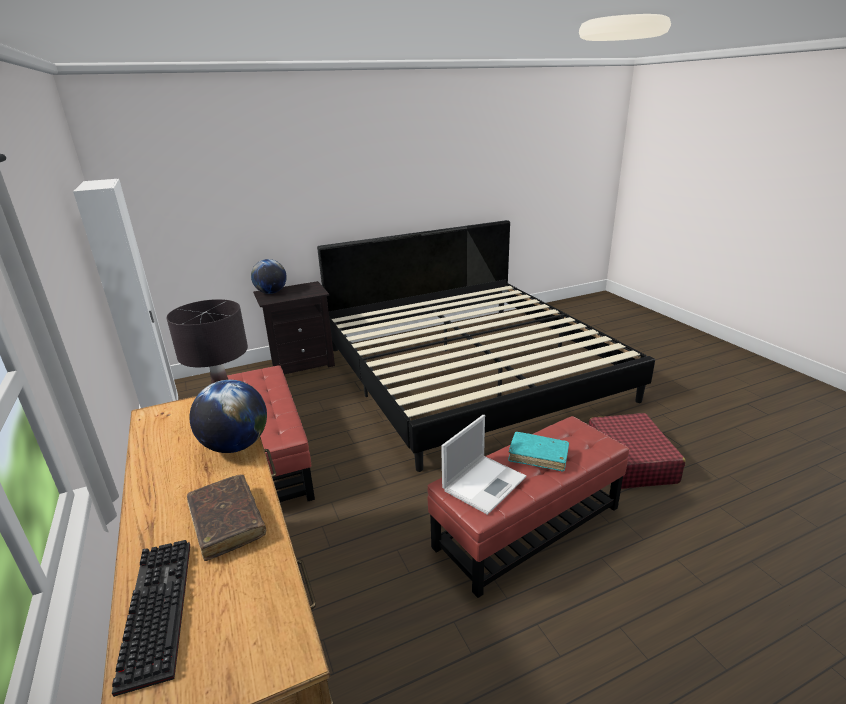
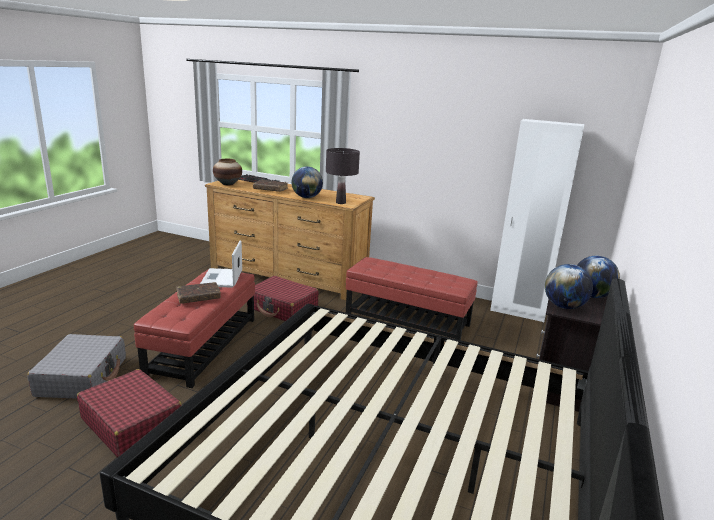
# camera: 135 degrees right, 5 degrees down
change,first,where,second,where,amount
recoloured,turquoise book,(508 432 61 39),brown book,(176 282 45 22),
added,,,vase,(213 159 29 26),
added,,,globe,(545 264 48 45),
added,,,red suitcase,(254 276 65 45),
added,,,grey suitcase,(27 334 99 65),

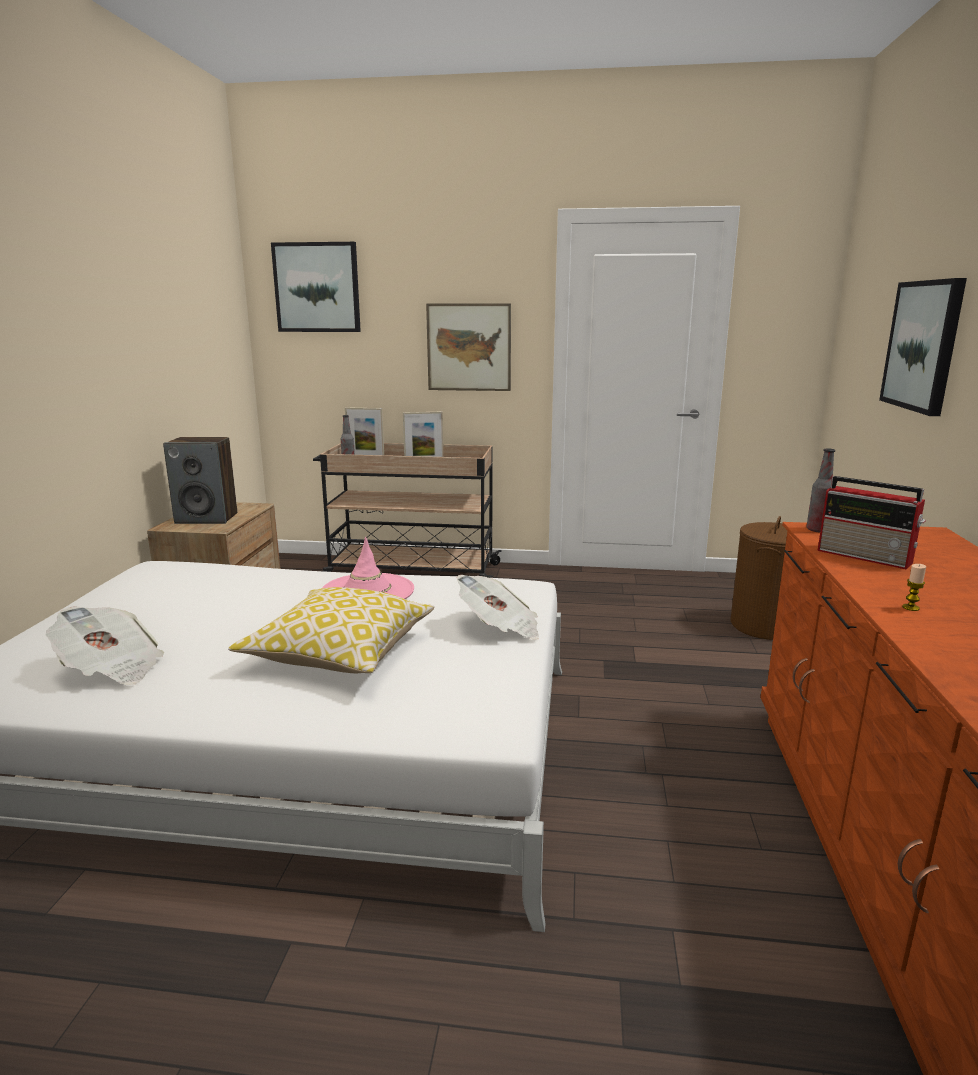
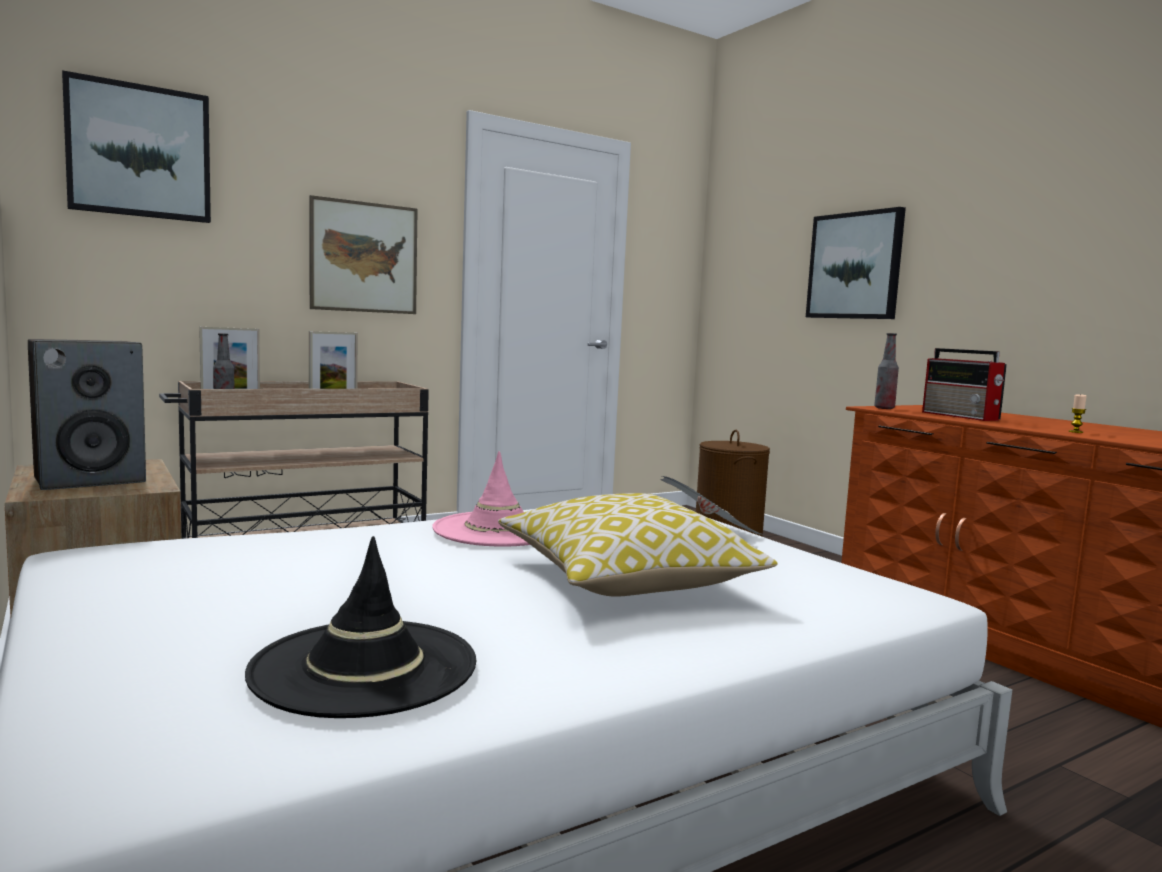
# camera: 40 degrees left, 10 degrees down
change,first,where,second,where,amount
turned,radio,(818 476 108 94),,(922 348 85 73),60 degrees clockwise
replaced,newspaper,(46 606 118 79),black hat,(245 536 231 182),

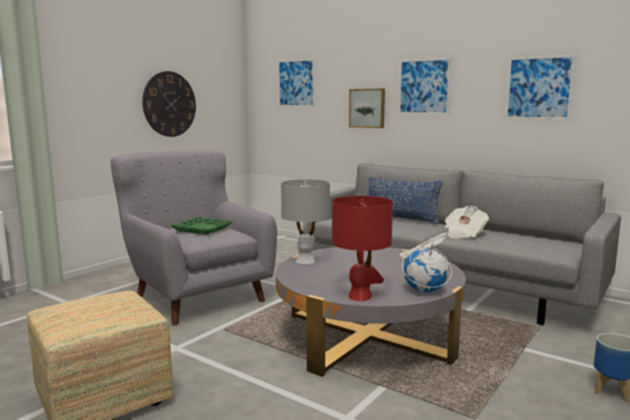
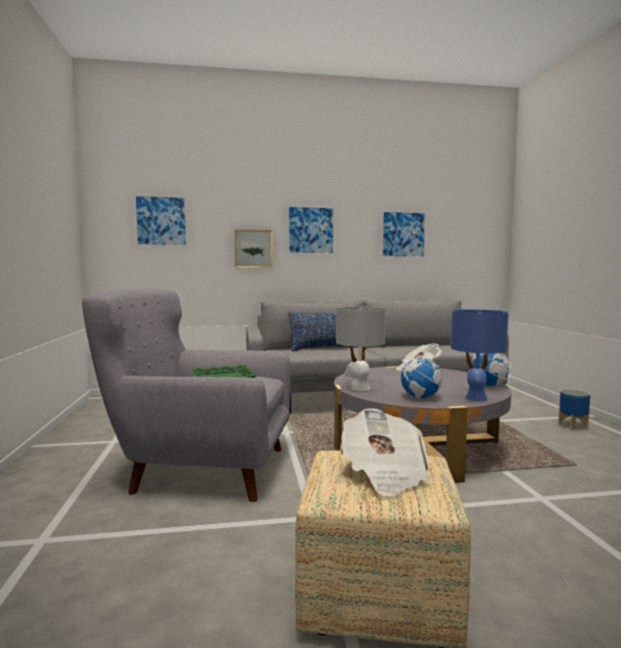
# camera: 45 degrees left, 5 degrees down
change,first,where,second,where,amount
removed,wall clock,(142 71 54 66),,,
recoloured,red table lamp,(332 196 61 105),blue table lamp,(451 310 58 91),
moved,newspaper,(445 206 44 32),,(340 408 91 89),
added,,,globe,(401 346 42 53),

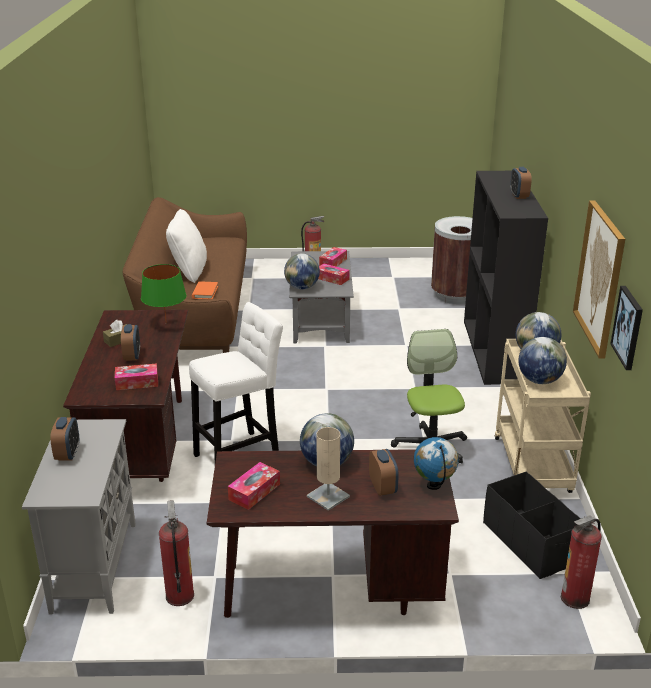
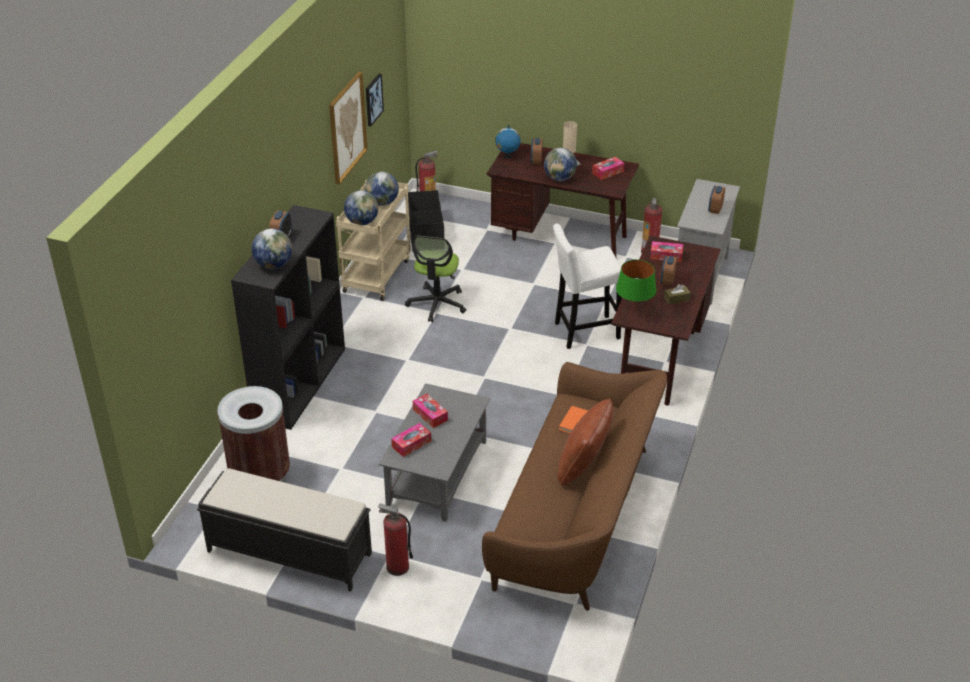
# camera: 160 degrees left, 10 degrees up
change,first,where,second,where,amount
recoloured,white pillow,(166 209 41 74),brown pillow,(558 399 55 86),
moved,globe,(284 253 36 36),,(252 229 40 40),
added,,,black bench,(197 468 175 124),

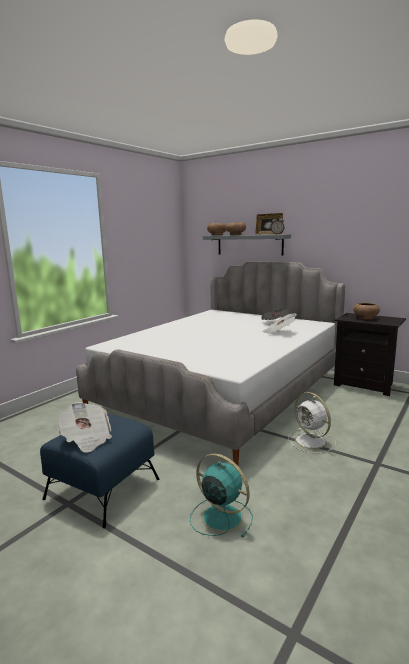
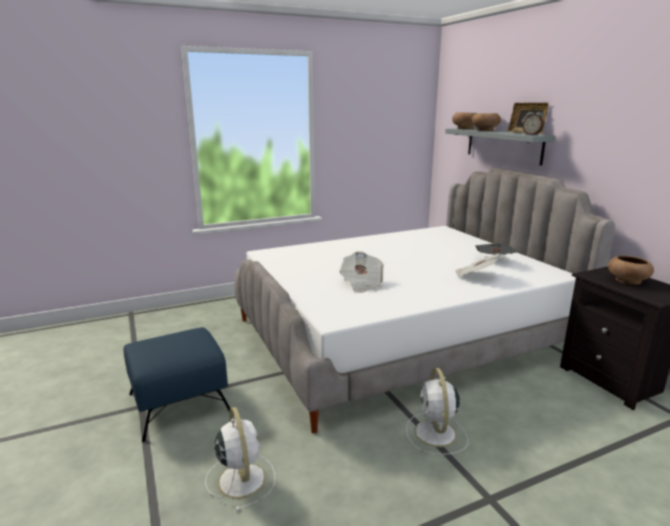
# camera: 30 degrees right, 5 degrees up
change,first,where,second,where,amount
moved,newspaper,(59 402 53 51),,(340 251 44 42),
recoloured,turquoise fan,(190 453 63 85),white fan,(205 407 70 104),

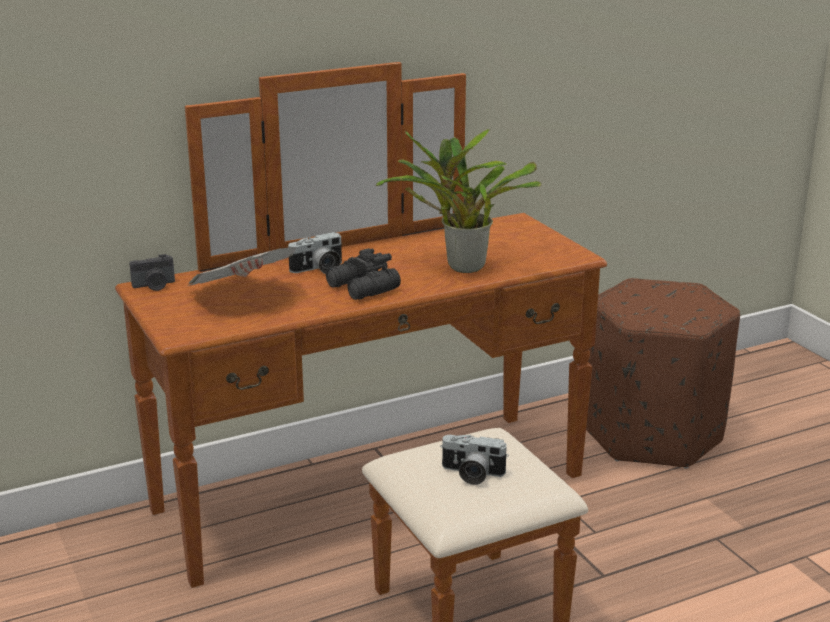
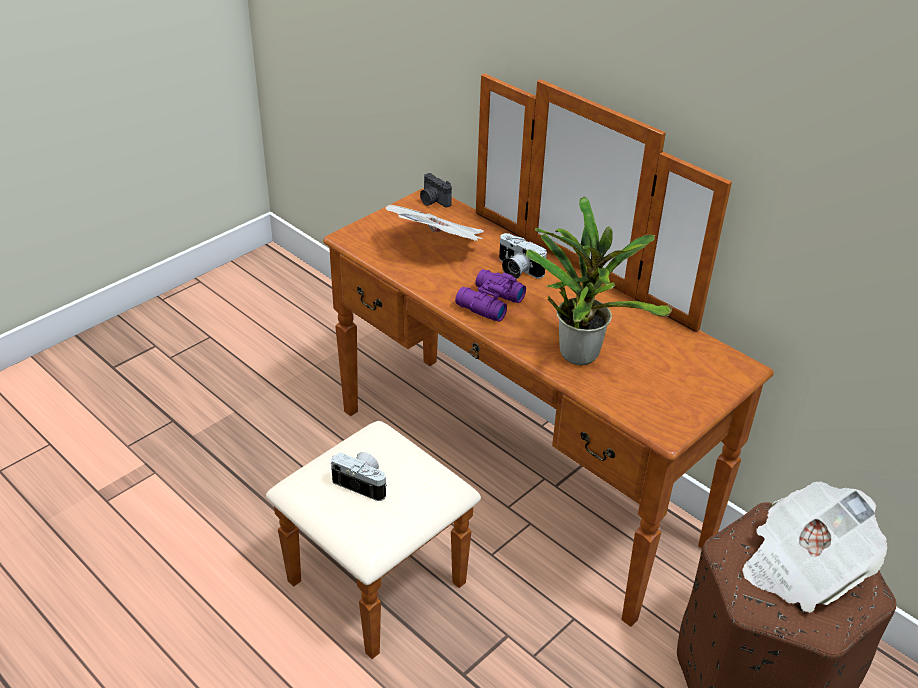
# camera: 70 degrees right, 15 degrees up
change,first,where,second,where,amount
recoloured,black binoculars,(326 248 75 52),purple binoculars,(455 269 71 53),
turned,photo camera,(440 435 69 50),,(331 452 56 49),120 degrees clockwise
added,,,newspaper,(742 481 145 132),

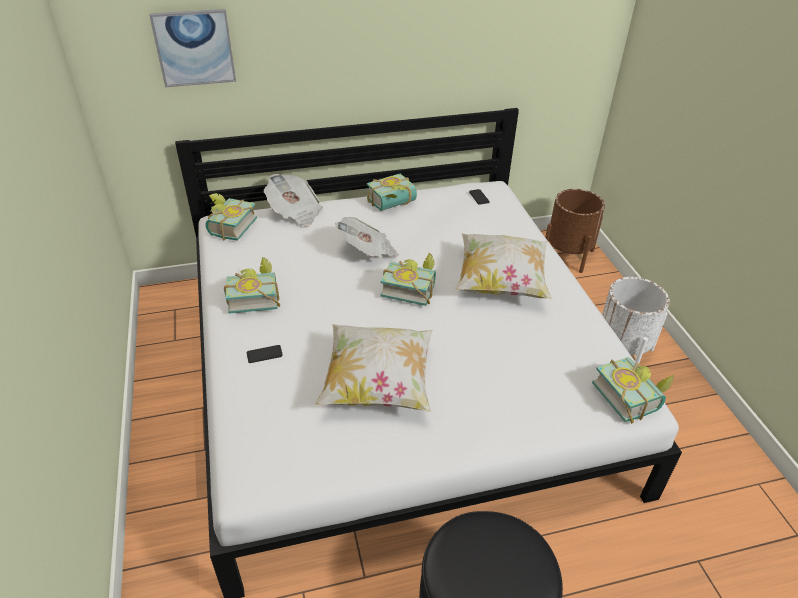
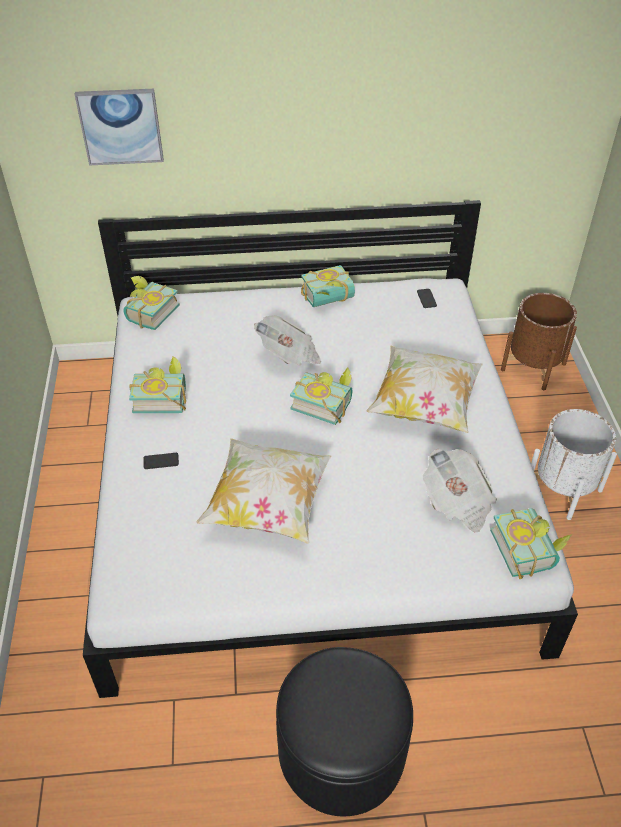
# camera: 10 degrees right, 5 degrees up
change,first,where,second,where,amount
moved,newspaper,(264 174 59 53),,(423 449 74 83),

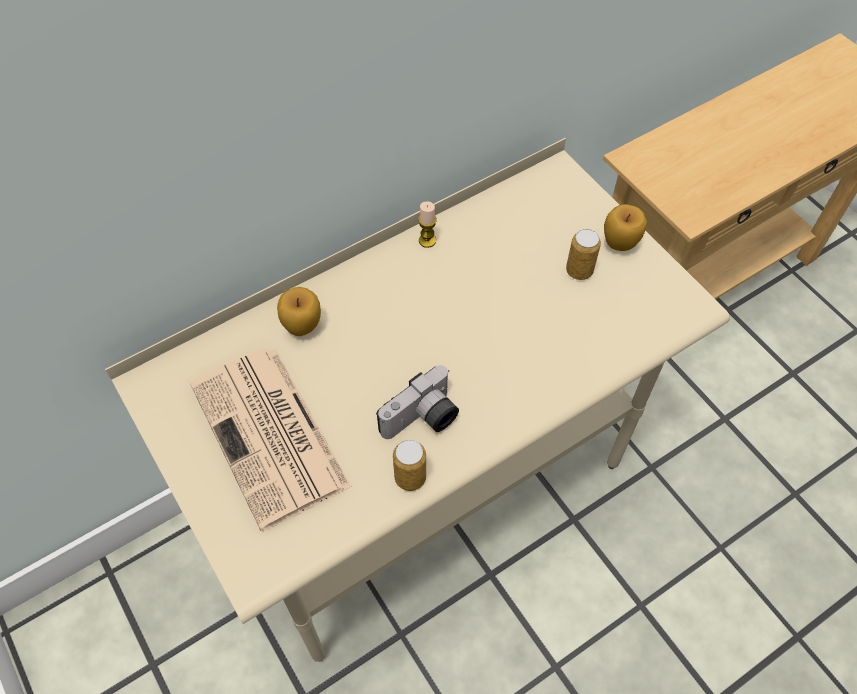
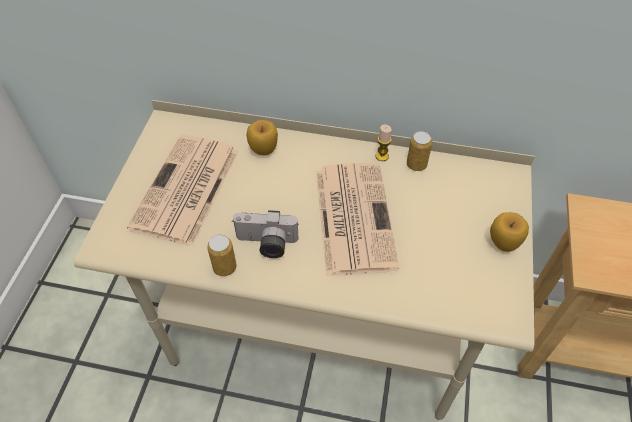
# camera: 45 degrees right, 5 degrees down
change,first,where,second,where,amount
moved,can,(566 229 35 51),,(407 131 25 40),
added,,,newspaper,(316 163 83 113),

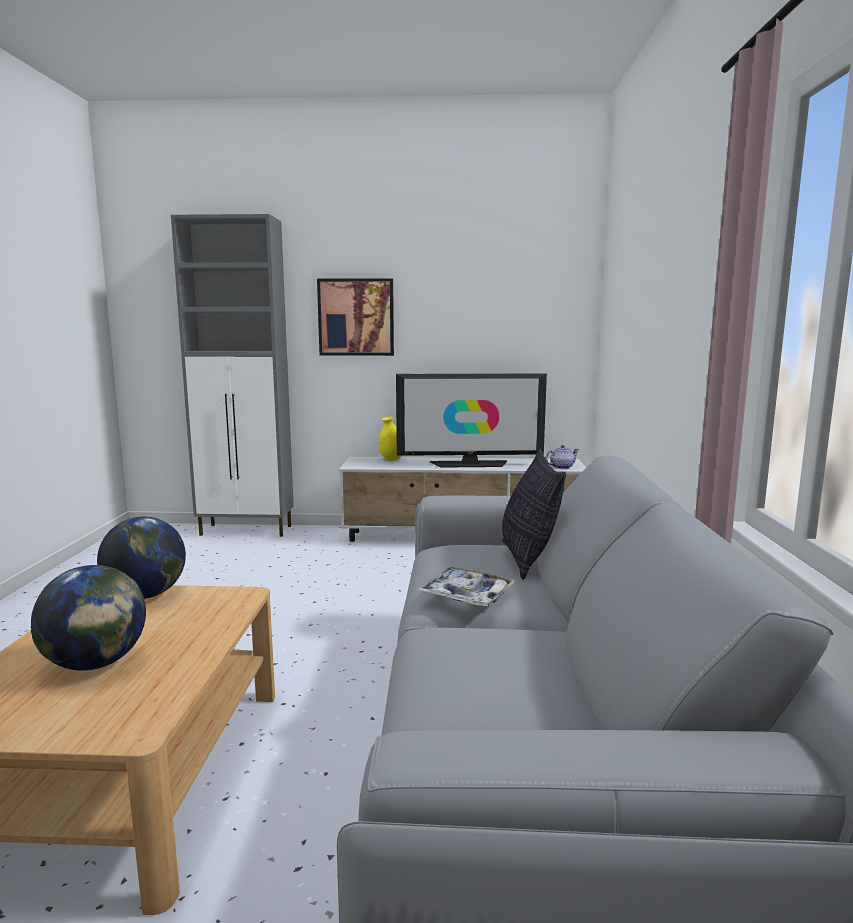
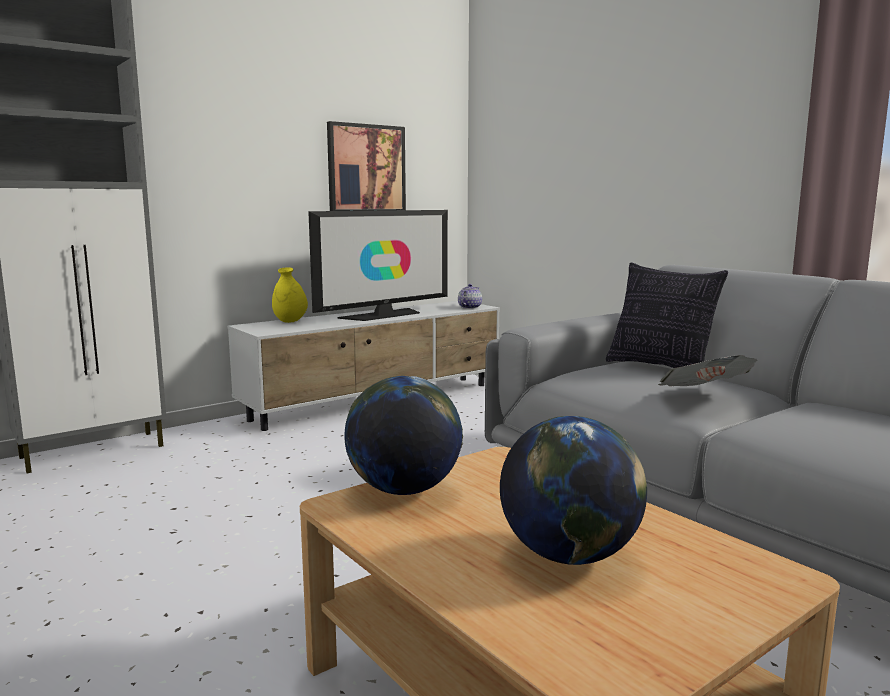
# camera: 40 degrees left, 0 degrees up
change,first,where,second,where,amount
moved,picture,(317 278 77 78),,(327 121 79 90),
replaced,tray,(417 567 99 39),newspaper,(658 355 100 31),

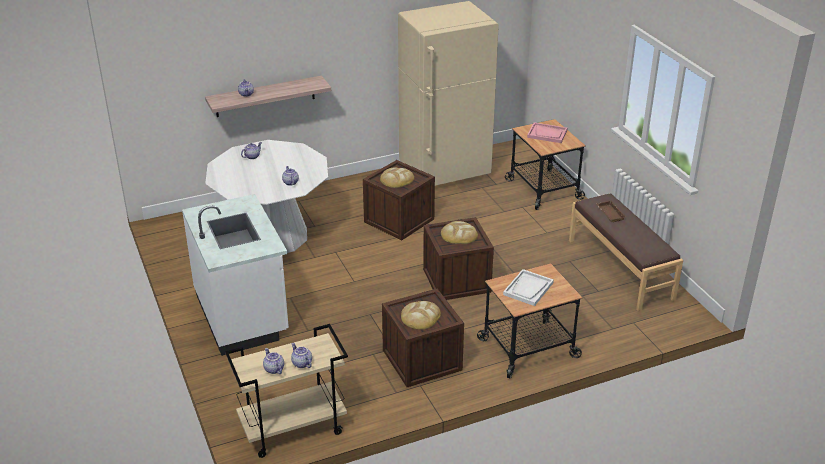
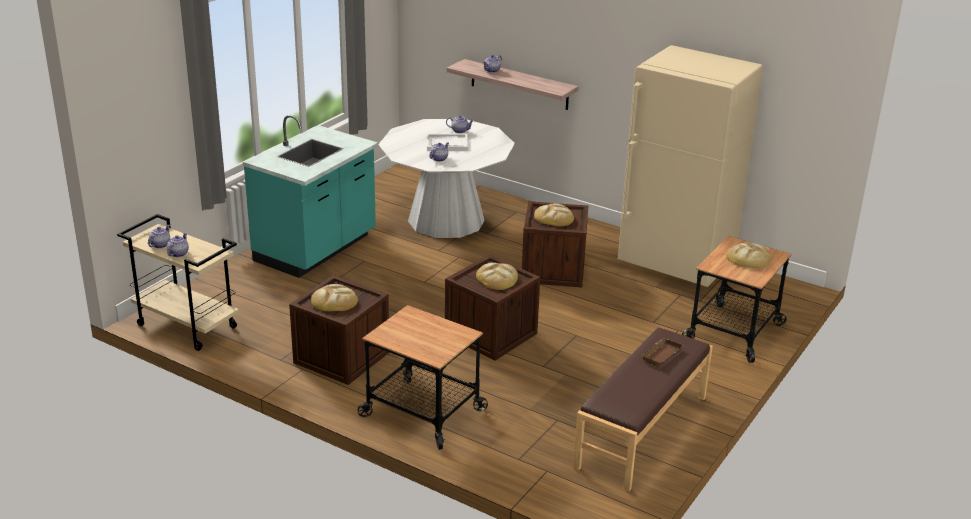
# camera: 55 degrees right, 5 degrees down
change,first,where,second,where,amount
replaced,pink tray,(527 122 40 21),bread,(726 243 45 25),
recoloured,white counter,(182 194 107 162),turquoise counter,(243 115 135 163),
moved,white tray,(503 269 51 37),,(427 134 41 17),

